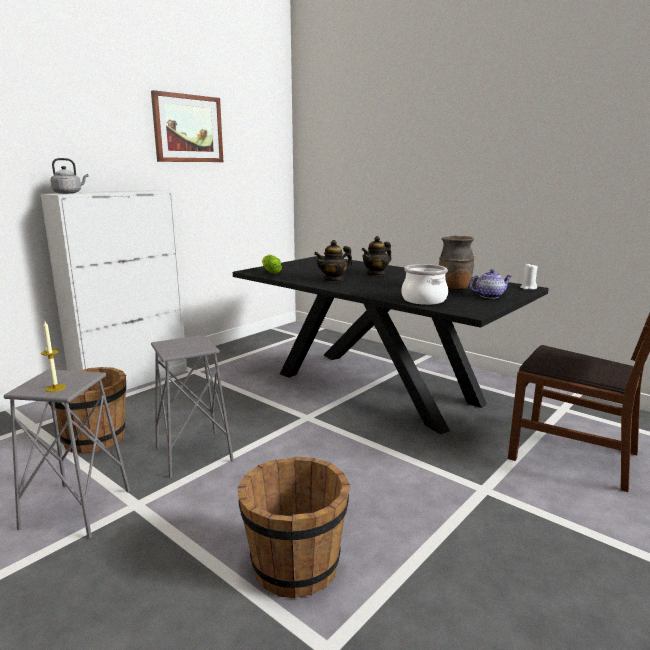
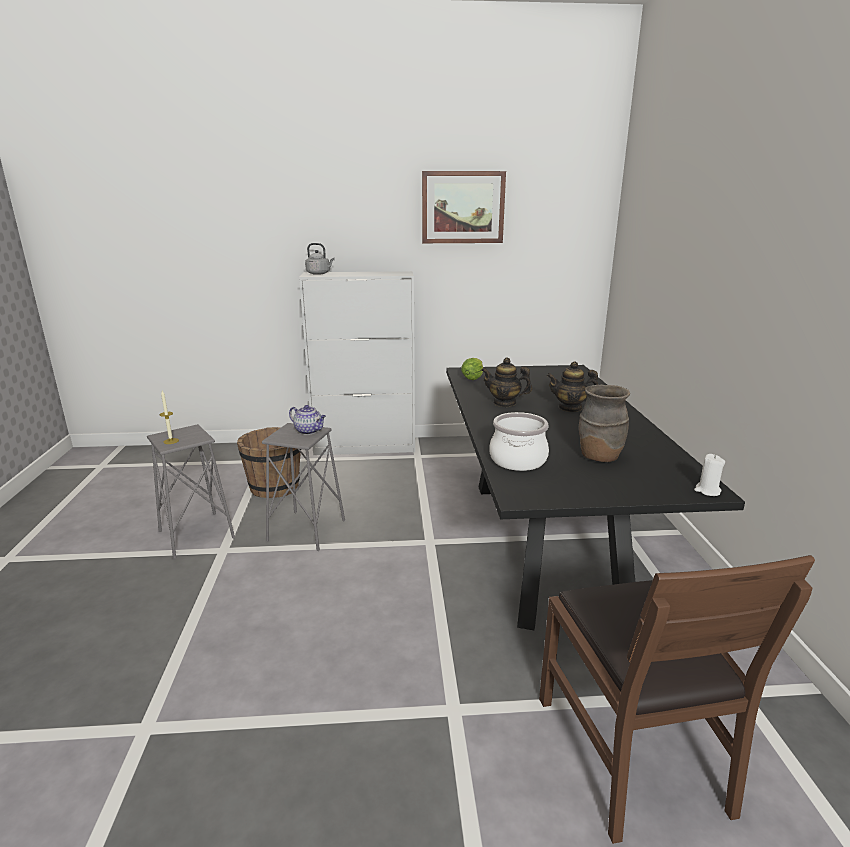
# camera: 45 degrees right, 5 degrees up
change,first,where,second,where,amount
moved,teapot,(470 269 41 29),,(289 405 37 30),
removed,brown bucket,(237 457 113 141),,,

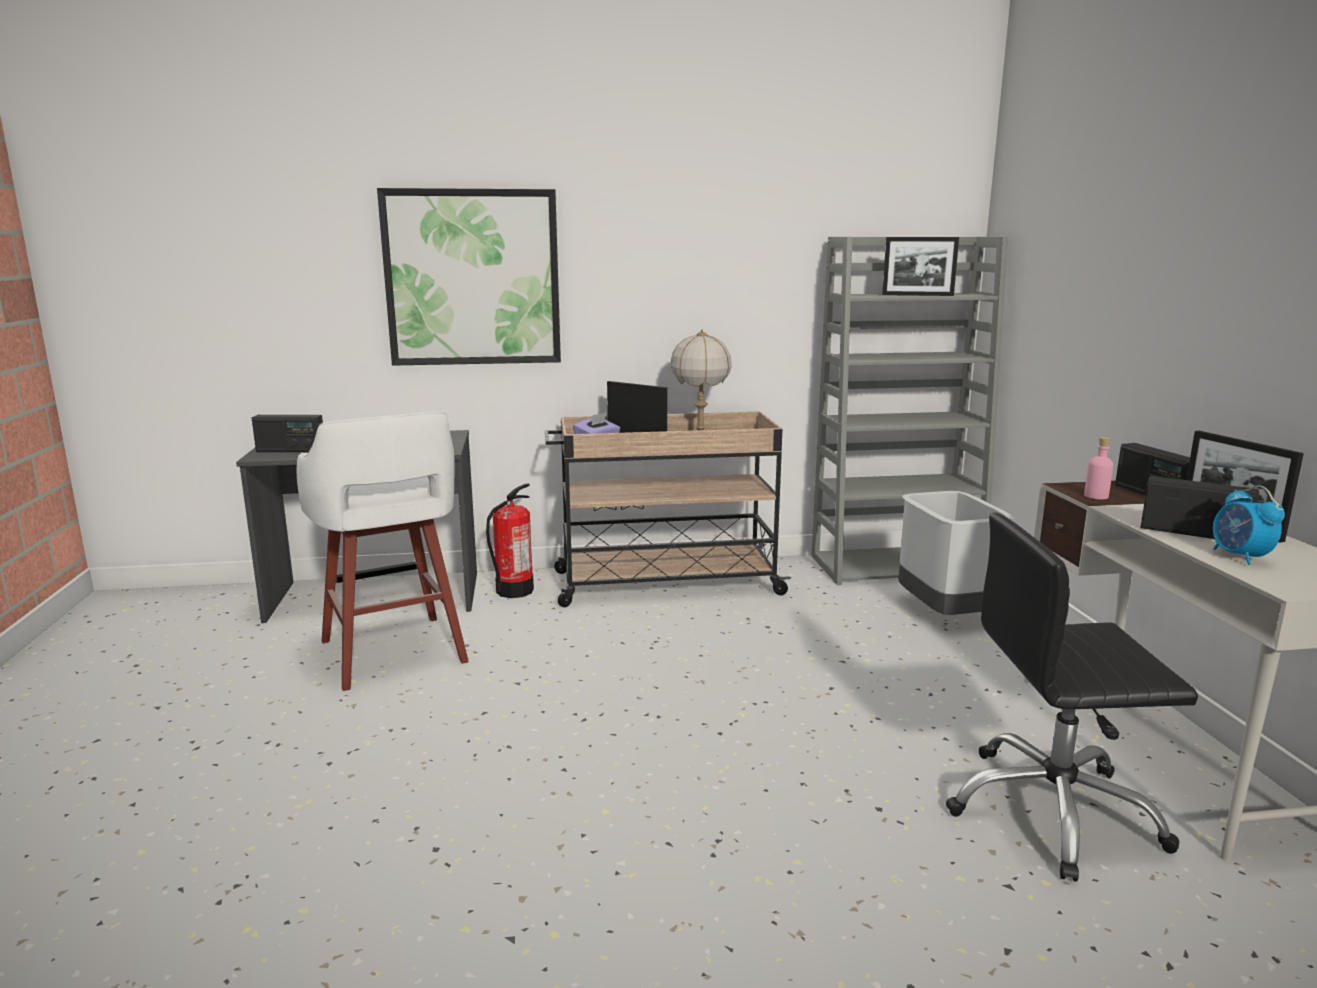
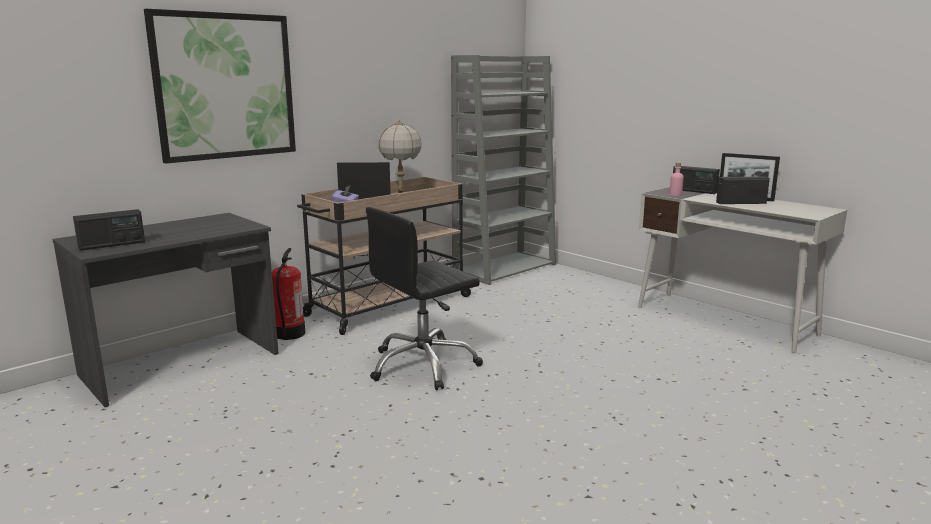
# camera: 35 degrees left, 0 degrees up
change,first,where,second,where,amount
removed,picture frame,(882 237 77 59),,,
removed,white stool,(297 411 172 280),,,
removed,alarm clock,(1213 486 72 79),,,
removed,grey trash can,(898 491 116 124),,,
moved,black office chair,(946 512 252 370),,(366 207 117 183),

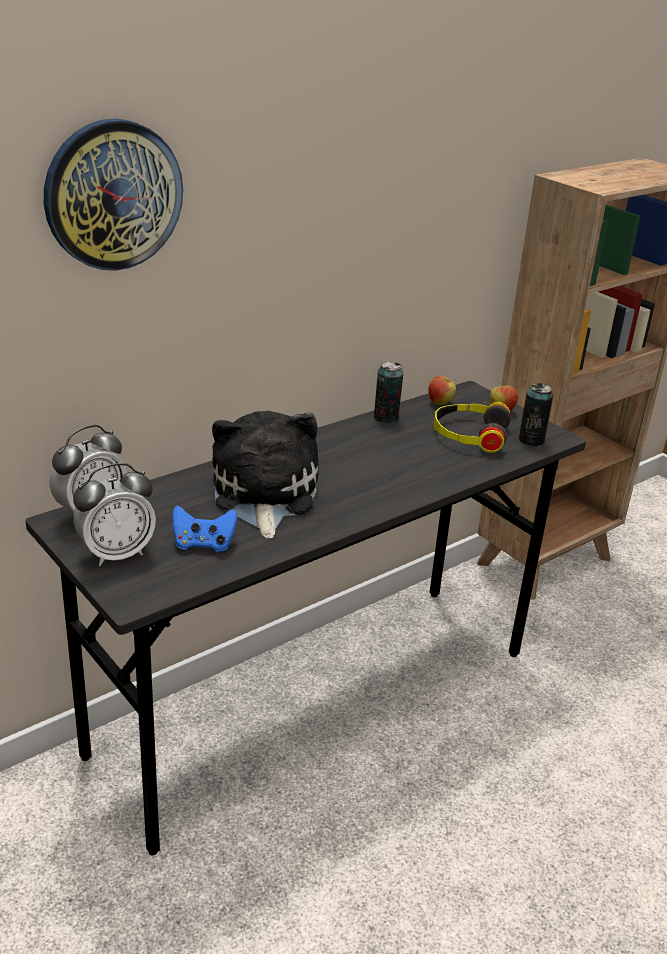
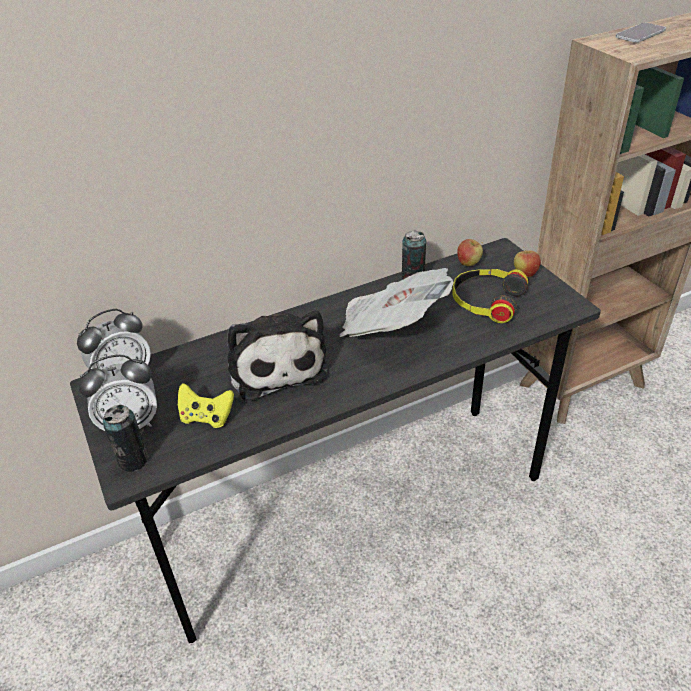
# camera: 15 degrees right, 10 degrees up
change,first,where,second,where,amount
removed,wall clock,(44 119 139 152),,,
moved,can,(519 383 34 63),,(103 405 46 67),
turned,plush toy,(212 411 107 128),,(227 310 101 91),150 degrees clockwise
recoloured,blue game controller,(172 506 65 46),yellow game controller,(178 383 56 45),
added,,,phone,(616 23 50 20),
added,,,newspaper,(339 268 114 69),

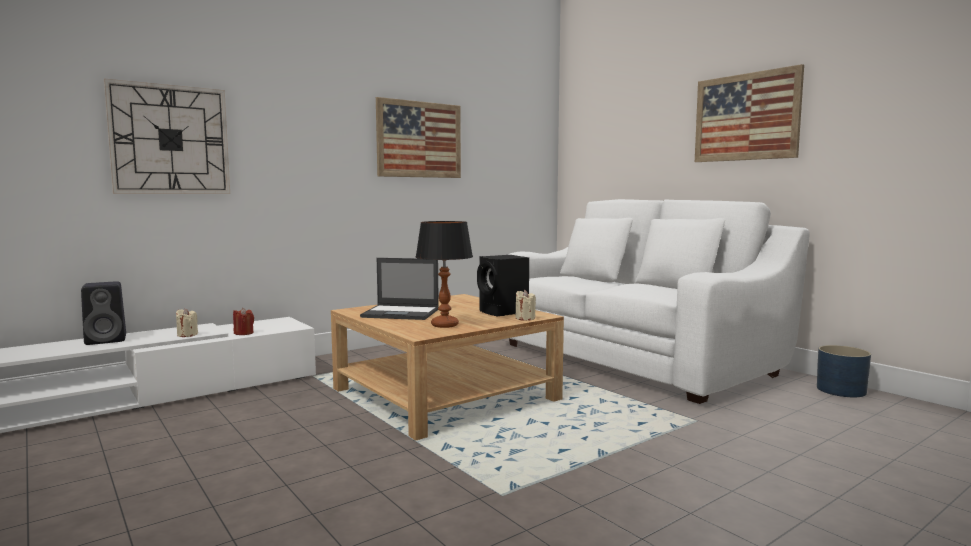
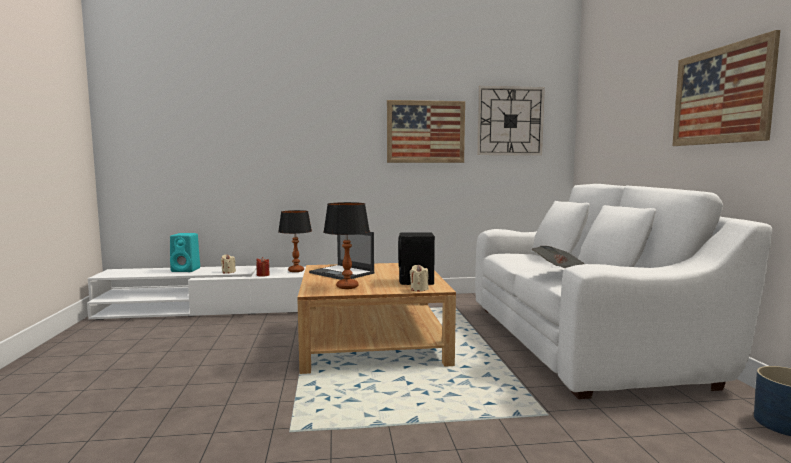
# camera: 30 degrees right, 0 degrees up
change,first,where,second,where,amount
moved,wall clock,(104 79 126 115),,(477 86 68 69),
recoloured,black speaker,(81 281 45 64),turquoise speaker,(170 233 30 39),
added,,,table lamp,(278 210 34 62),
added,,,newspaper,(532 246 52 22),

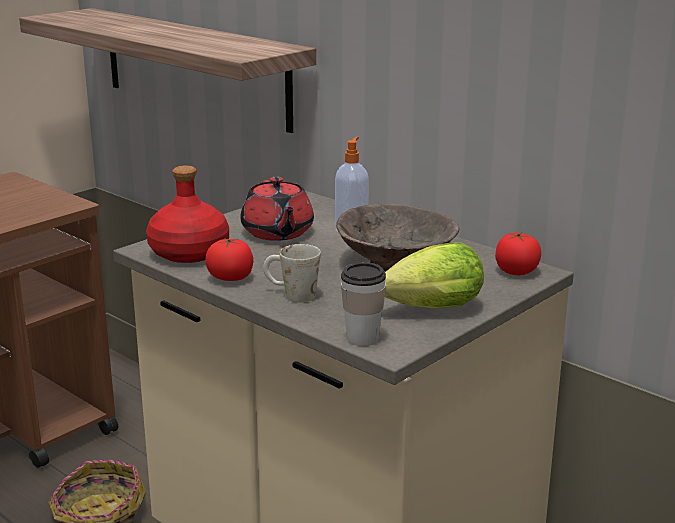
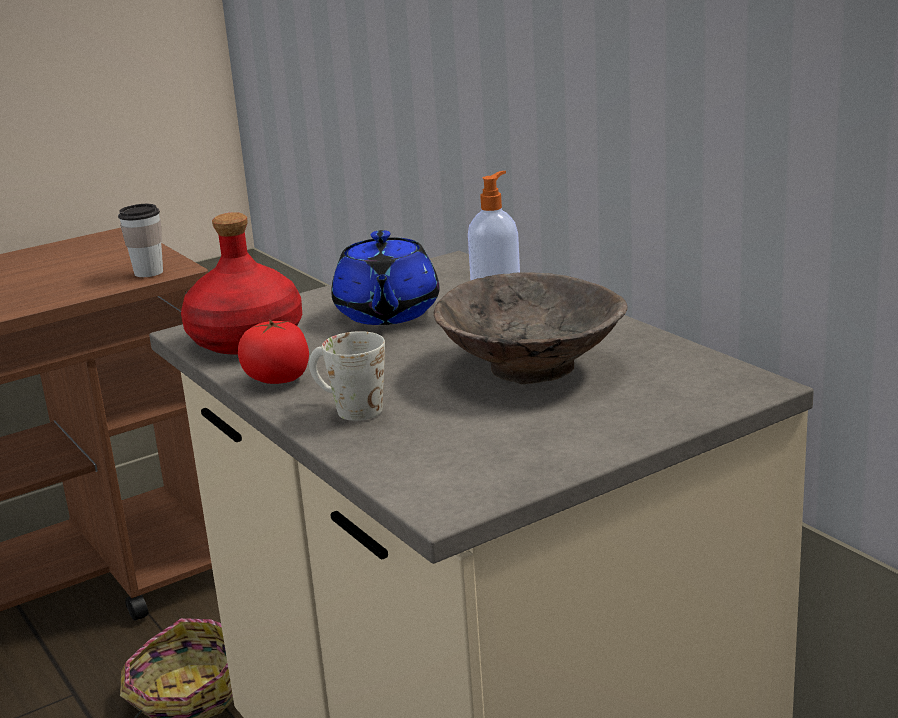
# camera: 15 degrees right, 0 degrees up
change,first,where,second,where,amount
removed,shelf,(19 8 297 125),,,
recoloured,red teapot,(240 177 74 64),blue teapot,(331 230 108 95),
removed,tomato,(495 232 46 43),,,
removed,lettuce,(385 242 99 67),,,
moved,cup,(341 262 45 84),,(118 204 45 73),

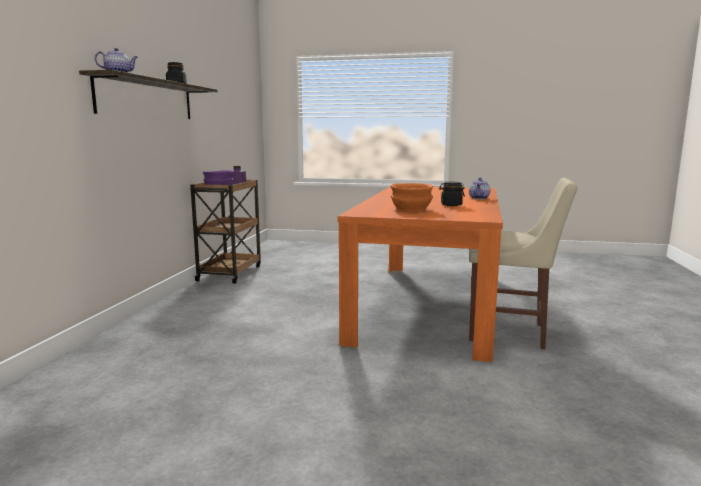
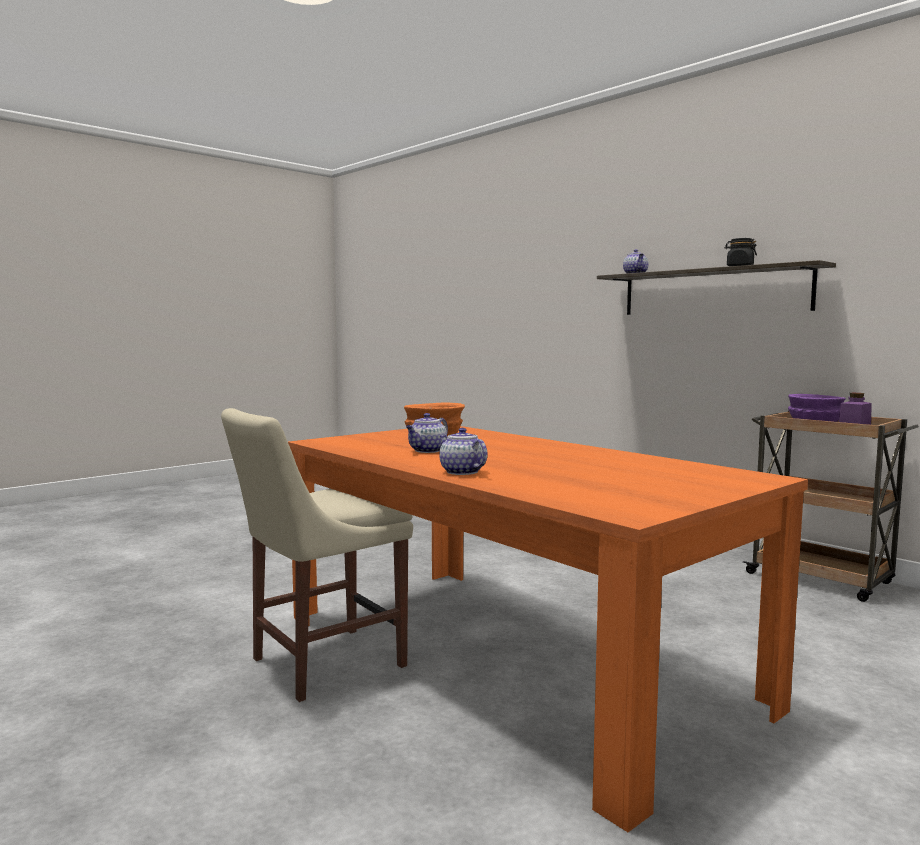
# camera: 125 degrees right, 5 degrees down
change,first,where,second,where,amount
replaced,black jar,(439 182 26 24),teapot,(406 413 42 40),

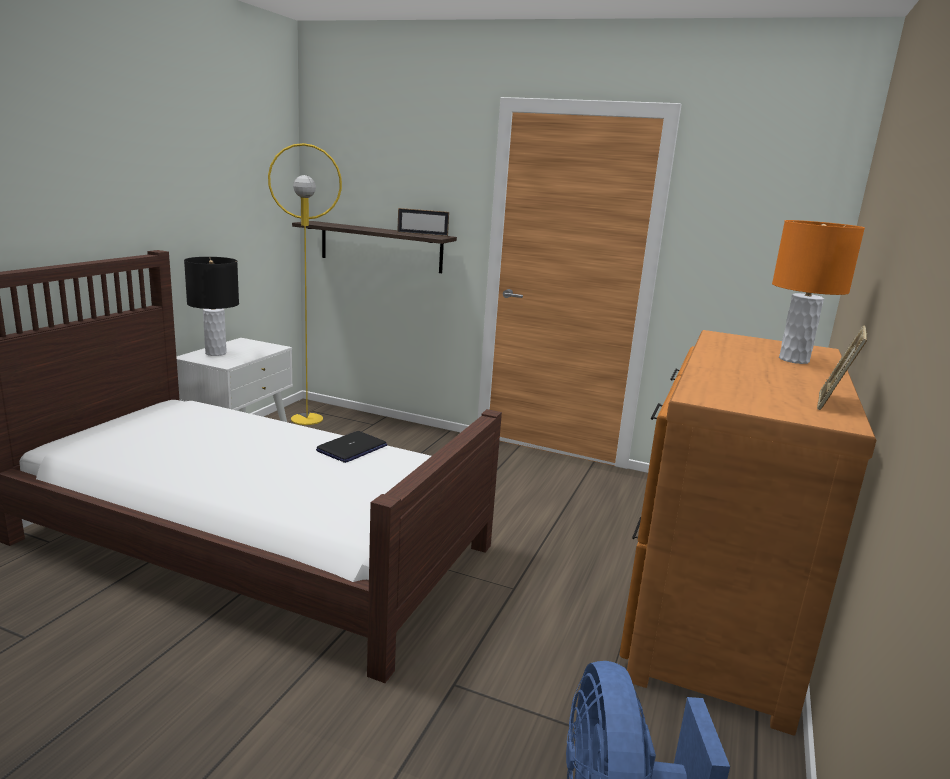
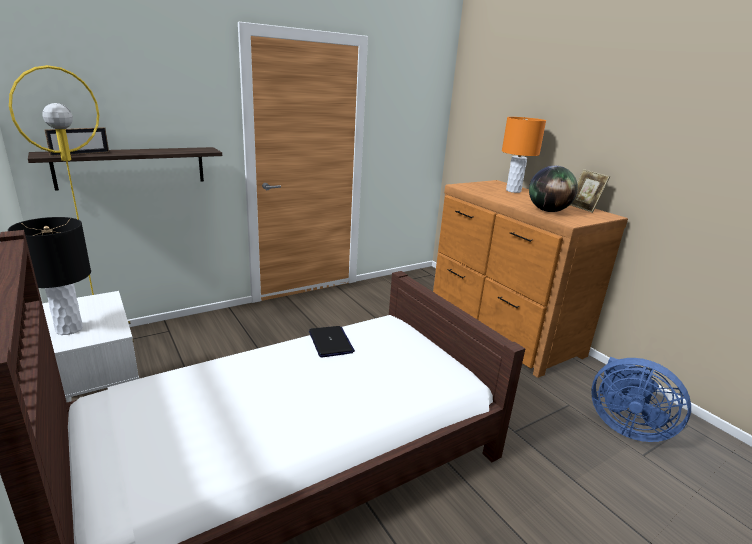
# camera: 55 degrees left, 5 degrees up
change,first,where,second,where,amount
moved,picture frame,(397 208 52 28),,(44 127 65 29),
added,,,globe,(529 166 49 46),

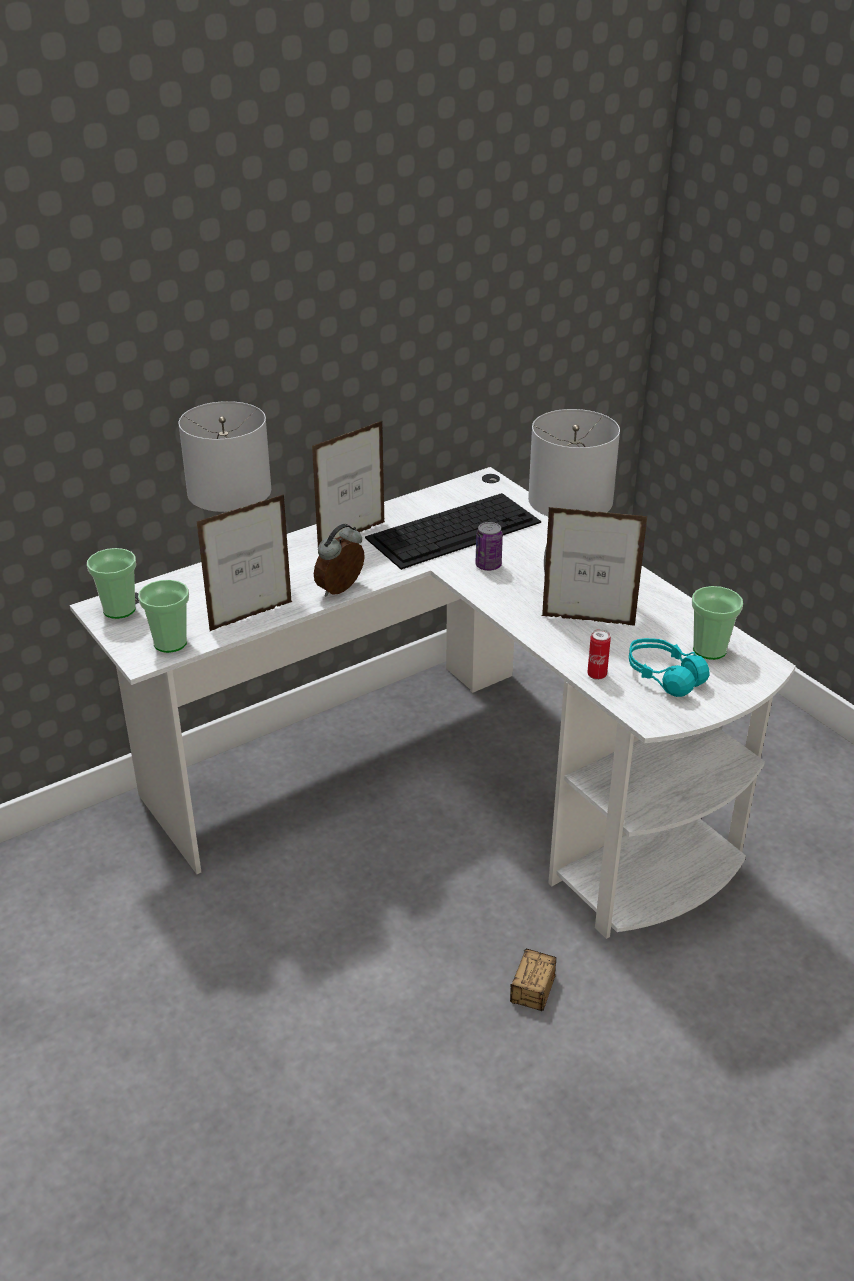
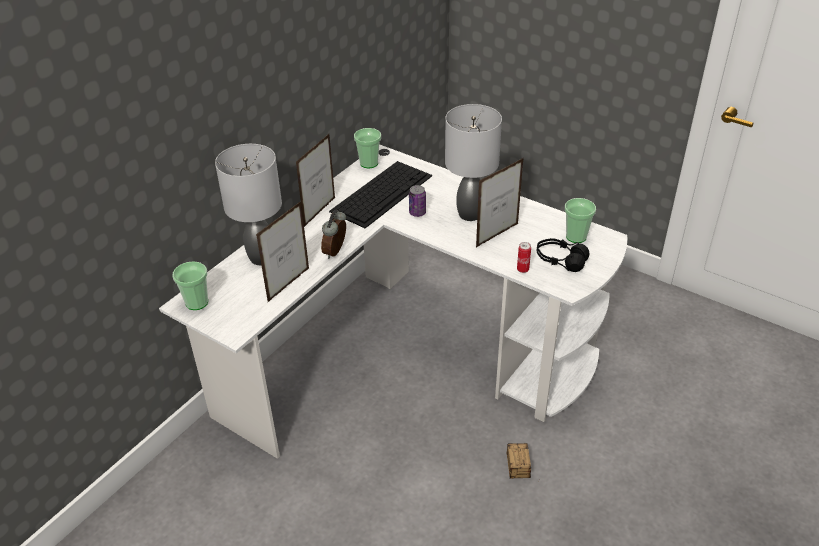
# camera: 20 degrees left, 5 degrees up
change,first,where,second,where,amount
turned,picture frame,(541 507 106 119),,(476 158 47 89),150 degrees clockwise
moved,cup,(138 580 51 73),,(354 128 27 40),
recoloured,turquoise headphones,(629 638 80 59),black headphones,(537 238 52 34),

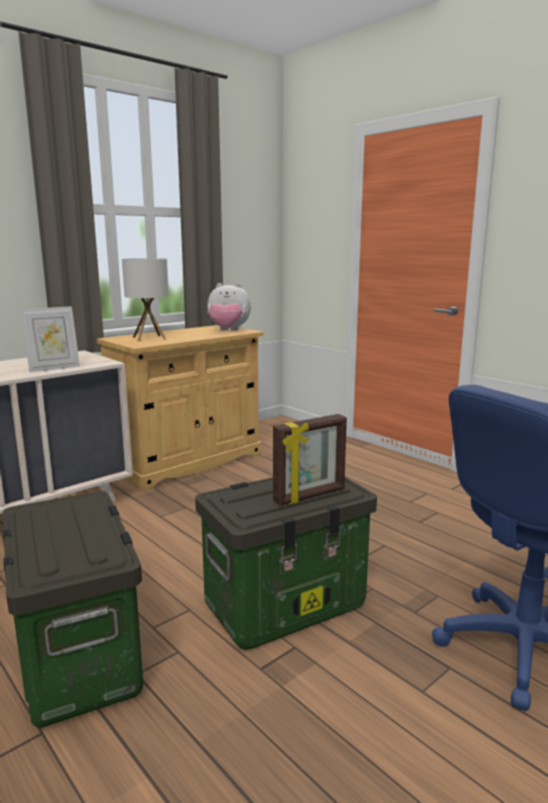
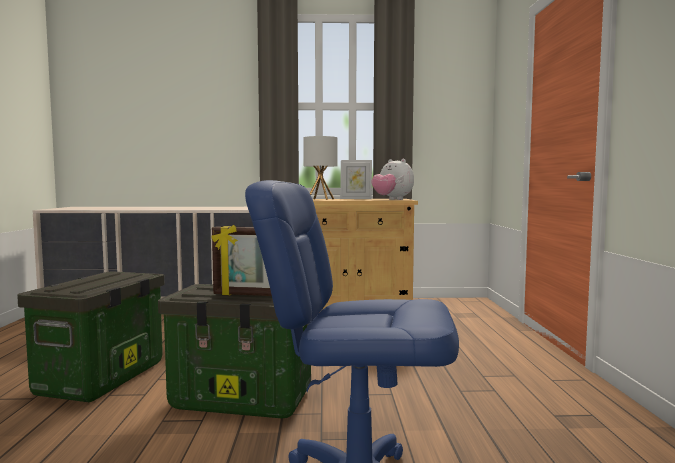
# camera: 40 degrees right, 10 degrees down
change,first,where,second,where,amount
moved,picture frame,(20 306 60 66),,(340 160 32 39),

